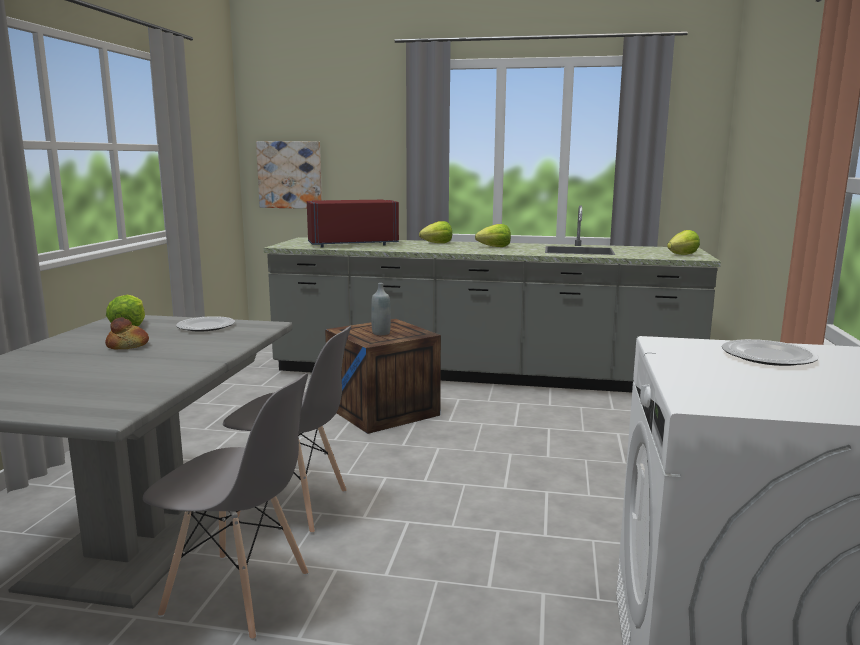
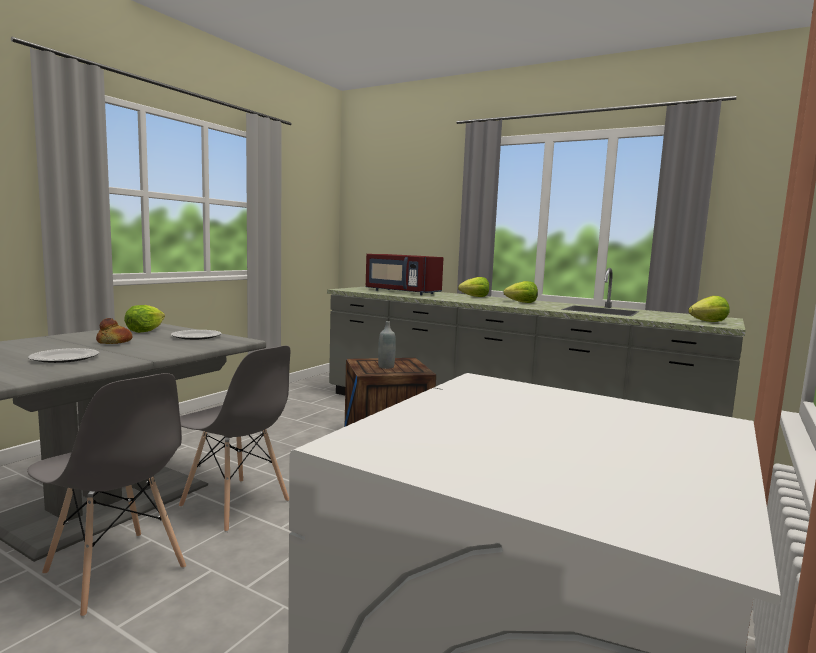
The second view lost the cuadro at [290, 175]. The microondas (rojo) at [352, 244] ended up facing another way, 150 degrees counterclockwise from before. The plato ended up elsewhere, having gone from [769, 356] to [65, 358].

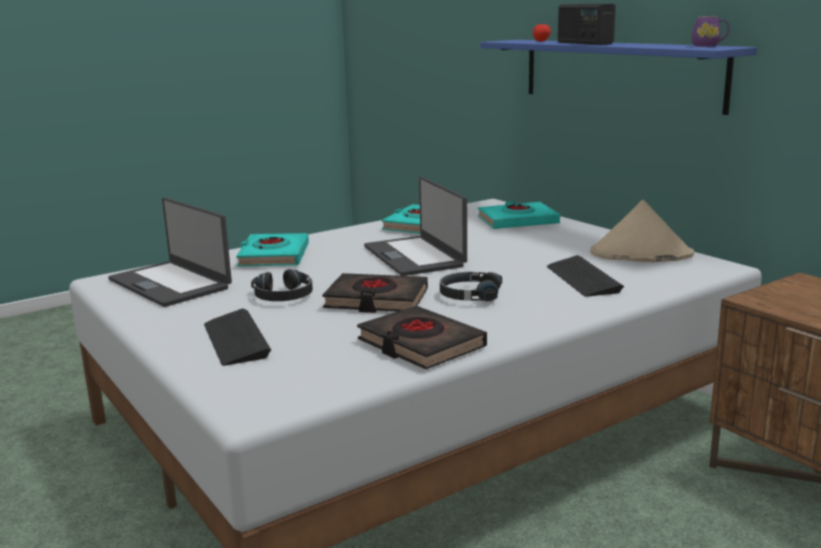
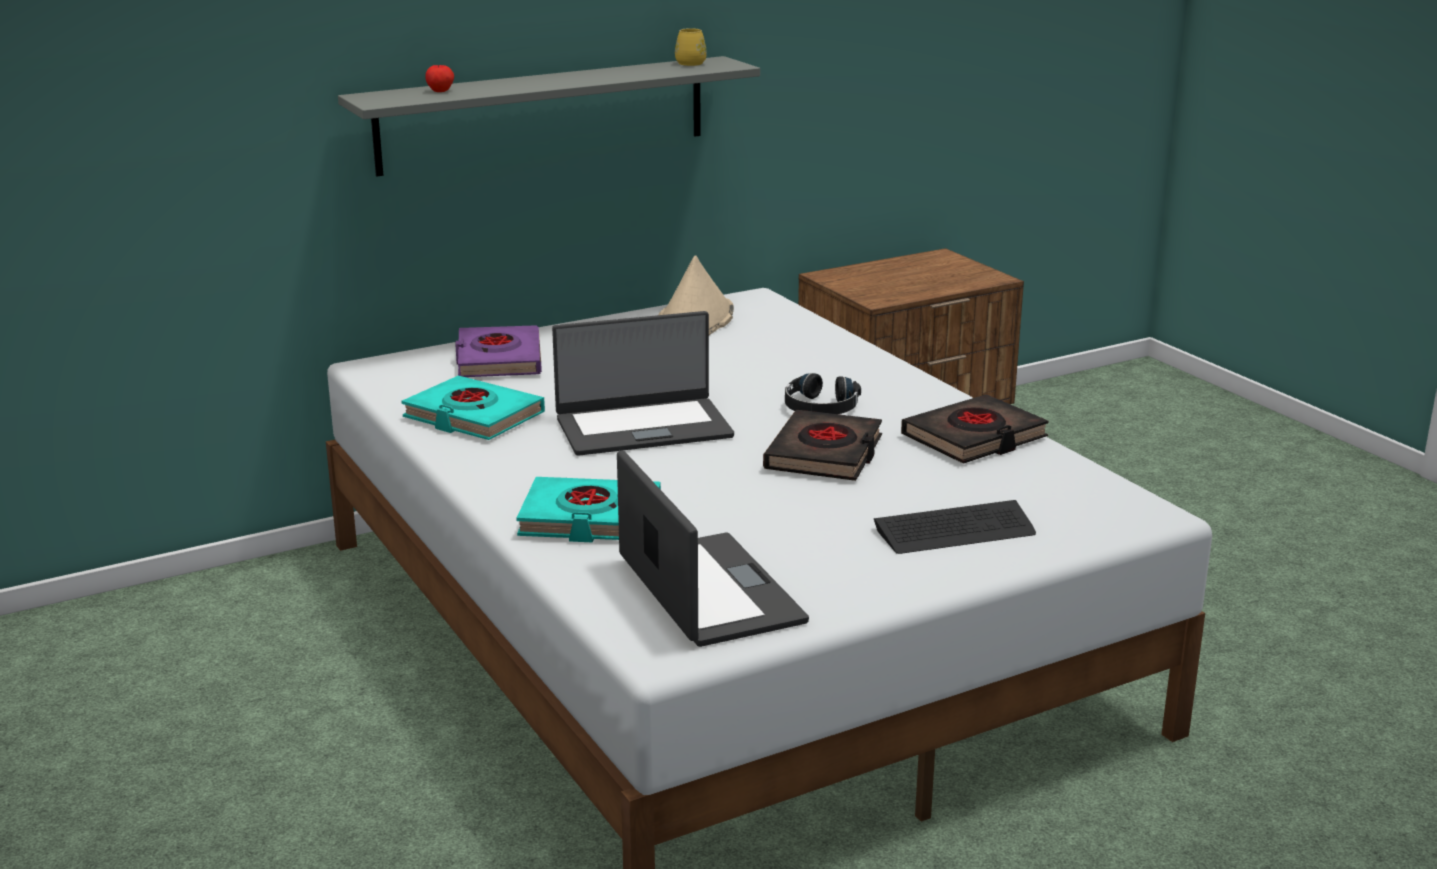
The second view lost the radio at [584, 43]. What was the taza grande (morado) at [709, 46] turned into the taza grande (amarillo) at [692, 62]. What was the estante (azul) at [618, 73] turned into the estante (gris) at [543, 114]. The portátil at [171, 283] ended up facing another way, 75 degrees counterclockwise from before. What was the libro (turquesa) at [517, 221] turned into the libro (morado) at [498, 360]. The second view lost the teclado at [583, 278]. The second view lost the auriculares (negro) at [284, 296].

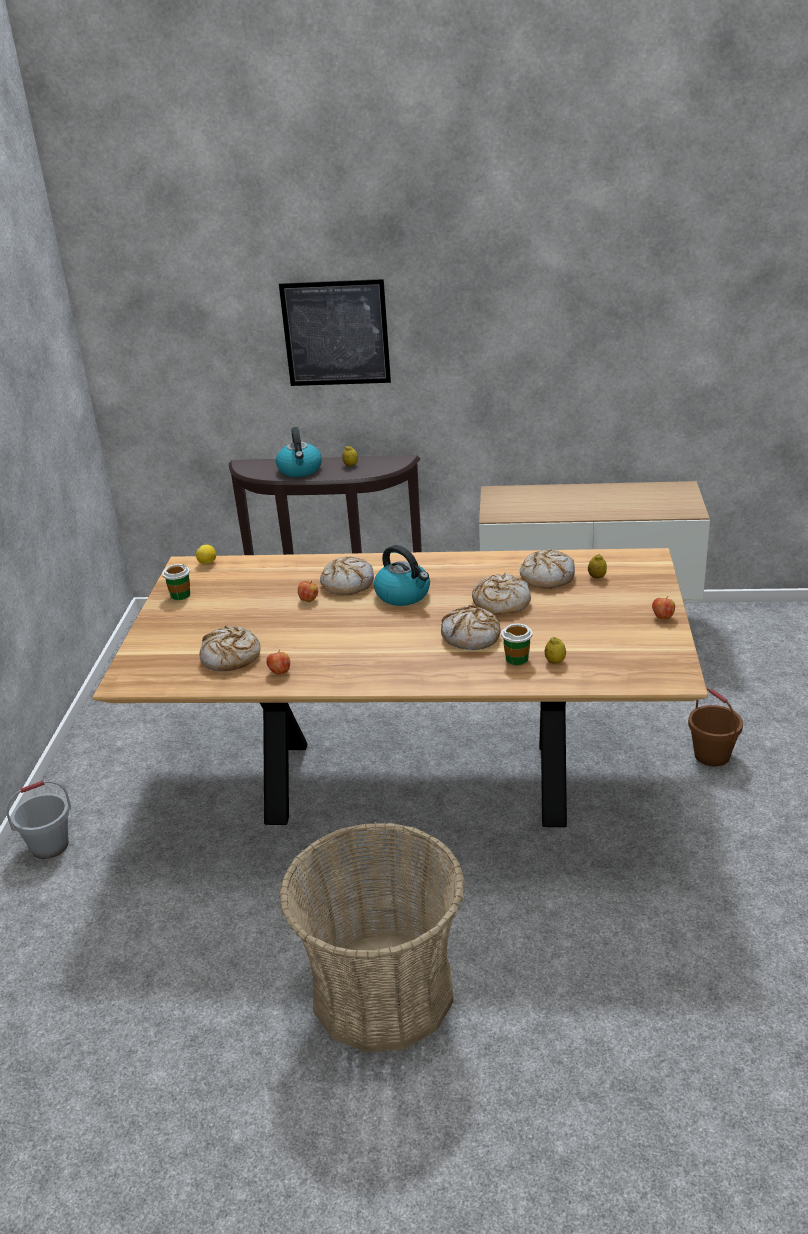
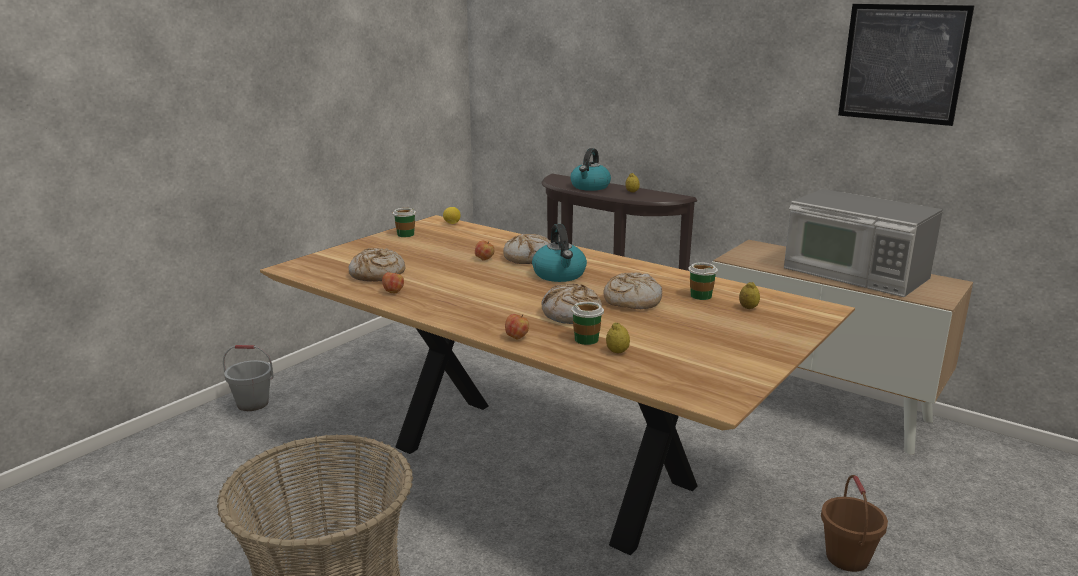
The cuadro ended up elsewhere, having gone from [336, 333] to [902, 63]. Where the pan stood at [547, 577], the taza came to stand at [701, 296]. The manzana ended up elsewhere, having gone from [662, 617] to [517, 337]. The second view gained the microondas at [855, 274].

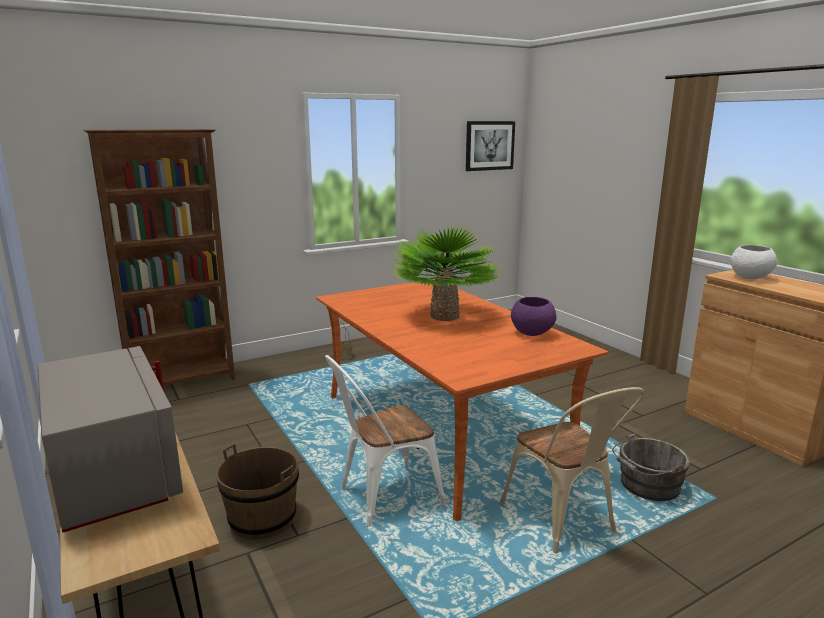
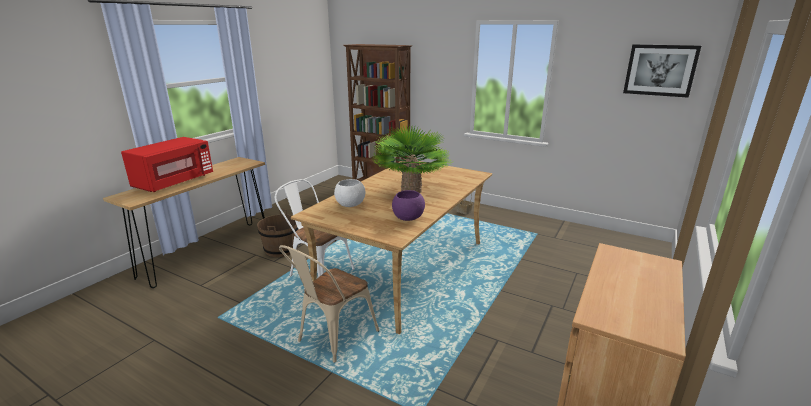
The cuenco (blanco) ended up elsewhere, having gone from [750, 278] to [350, 205]. What was the mesa de comedor (naranja) at [439, 431] turned into the mesa de comedor (beis) at [404, 268]. What was the microondas (gris) at [113, 474] turned into the microondas (rojo) at [174, 182]. The second view lost the cubo (gris) at [647, 486].

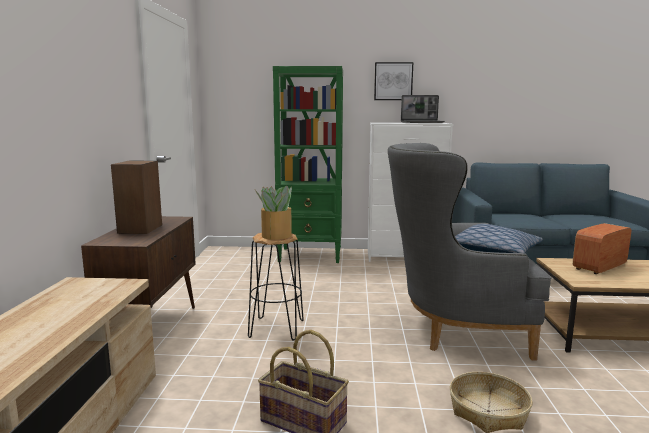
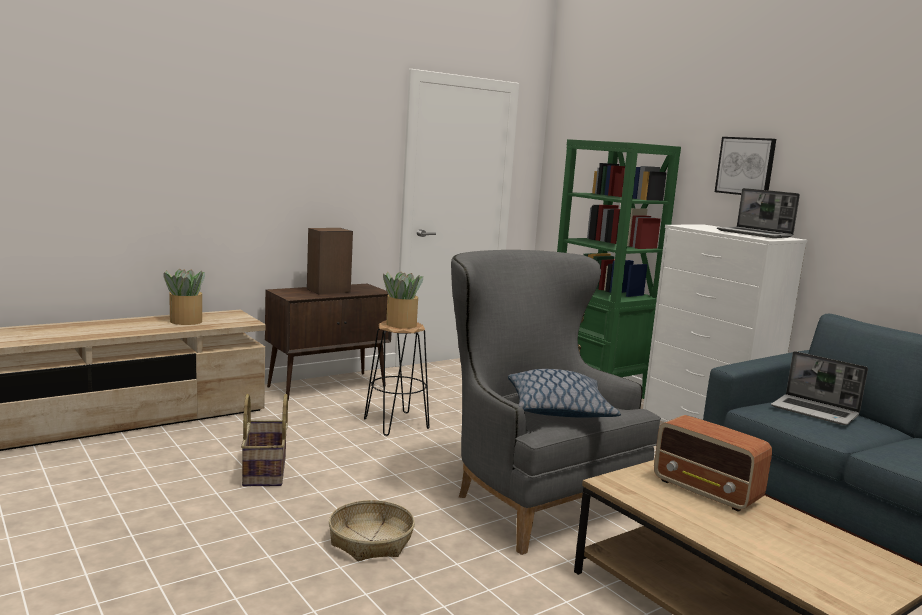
The radio at [599, 267] ended up facing another way, 150 degrees counterclockwise from before. The second view gained the planta en maceta at [185, 321]. The second view gained the portátil at [815, 412].

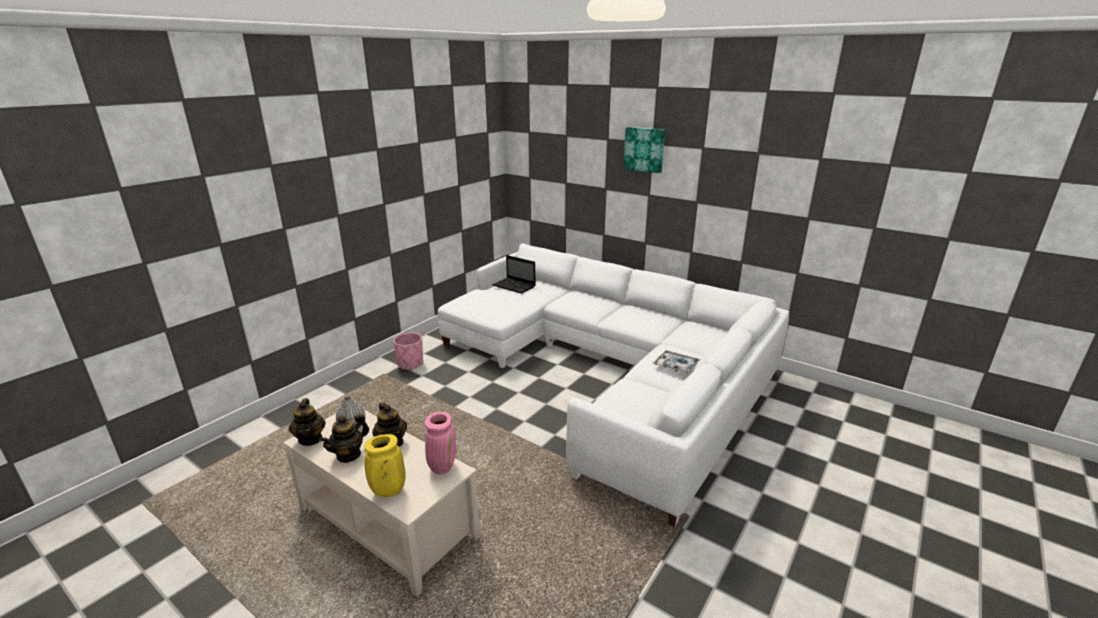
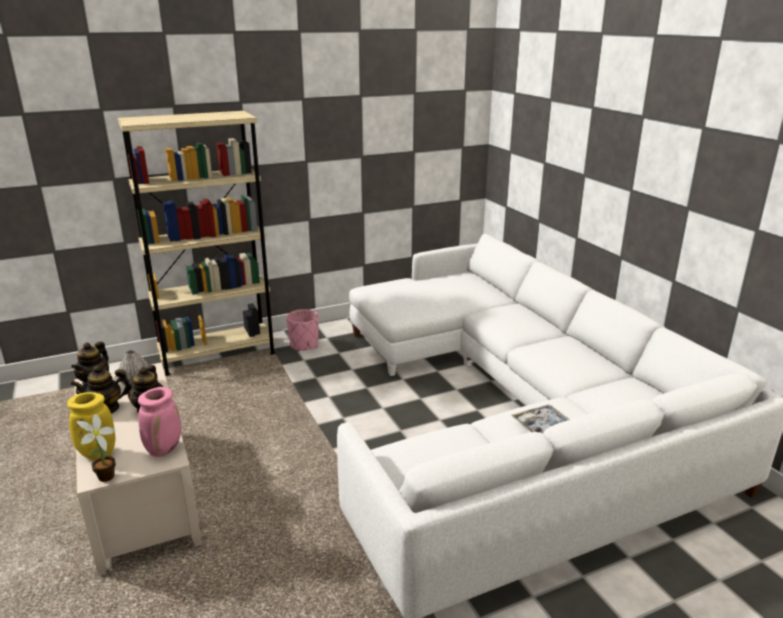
The second view lost the cuadro at [644, 149]. The second view lost the portátil at [515, 286]. The second view gained the estantería (beis) at [217, 355]. The second view gained the planta en maceta at [104, 478].

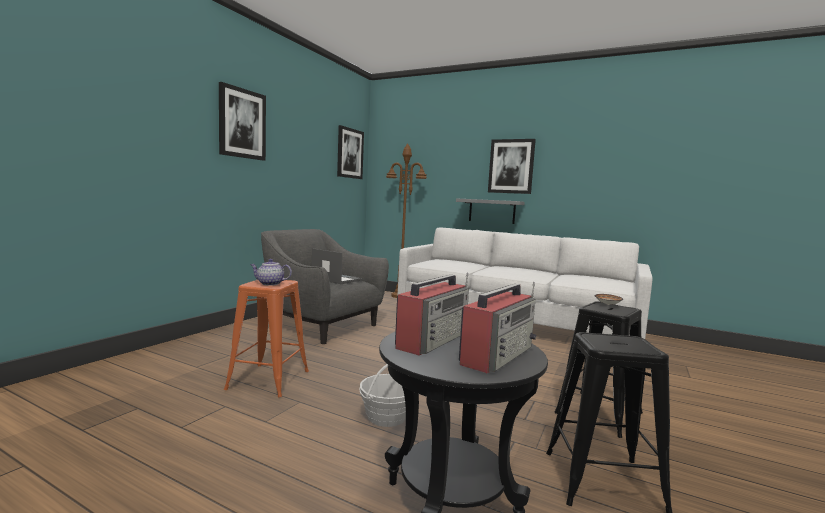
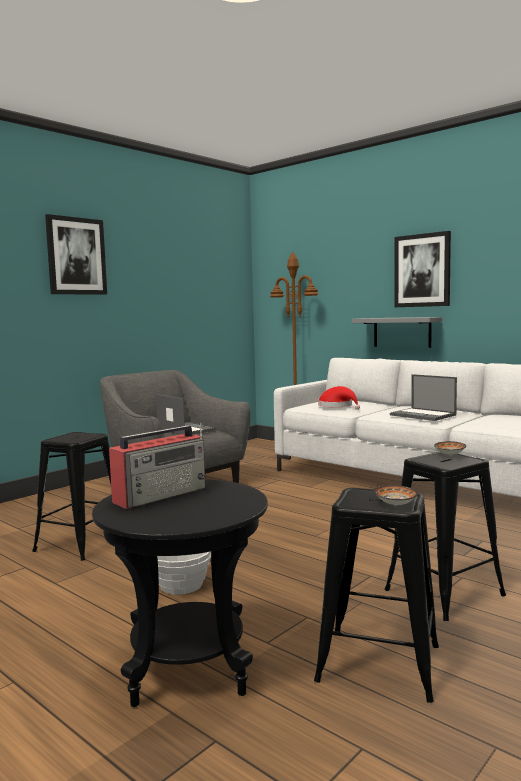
The second view lost the cuadro at [349, 153]. The second view lost the tetera at [269, 284]. What was the taburete (naranja) at [268, 380] turned into the taburete (negro) at [81, 543]. The second view lost the radio at [497, 355]. The second view gained the portátil at [423, 415]. The second view gained the sombrero (rojo) at [337, 406]. The second view gained the cuenco at [395, 505].

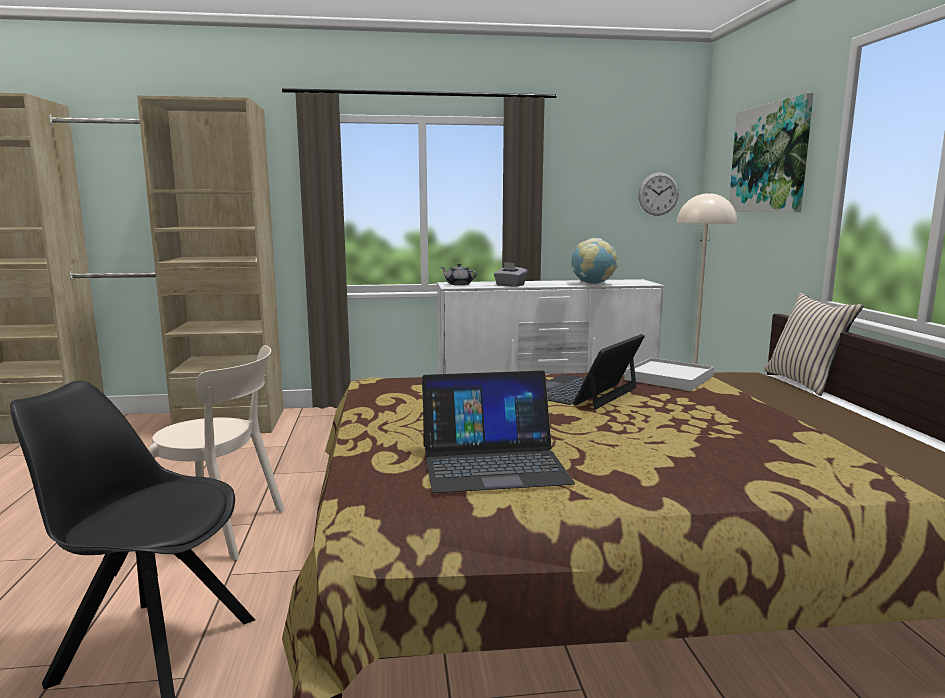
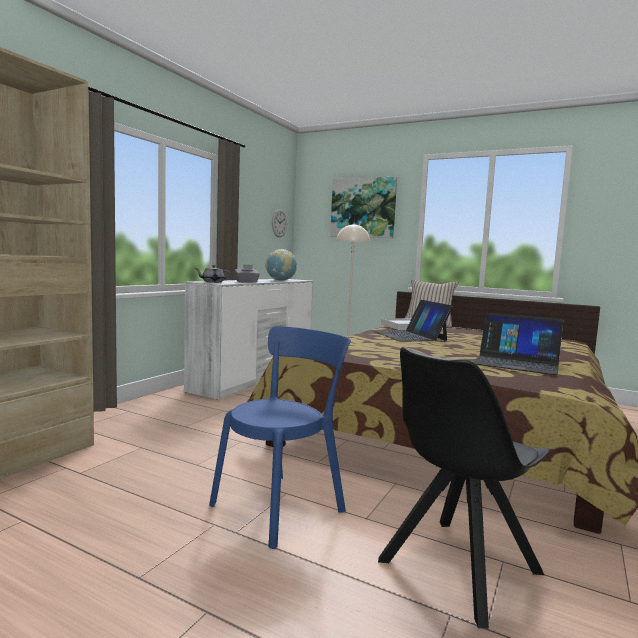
What was the silla (beis) at [223, 530] turned into the silla (azul) at [282, 505]. The portátil at [493, 463] ended up facing another way, 90 degrees clockwise from before.

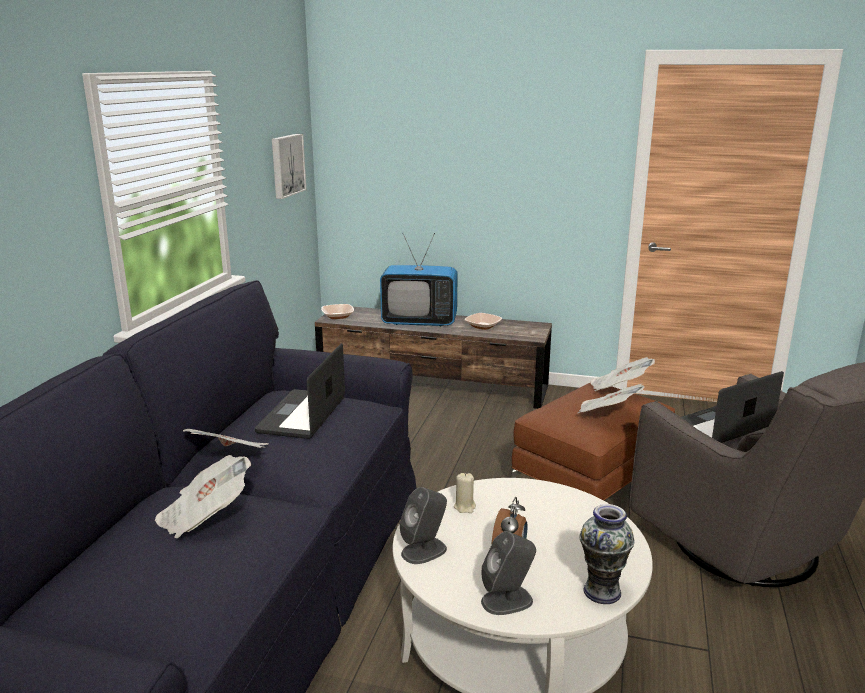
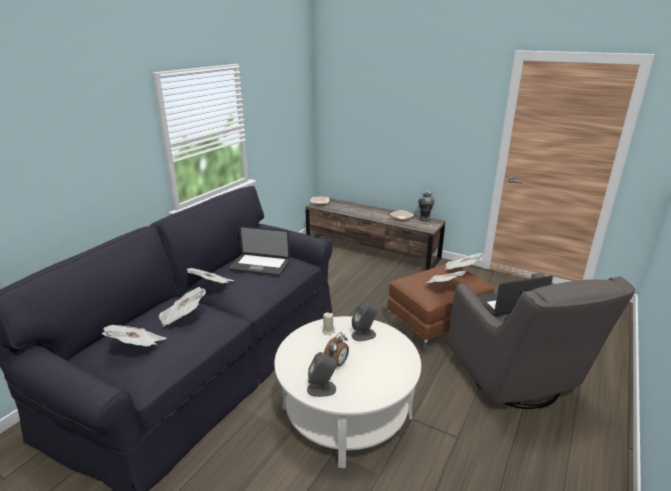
The second view lost the cuadro at [286, 165]. The second view lost the televisor at [419, 322]. The portátil at [302, 415] ended up facing another way, 105 degrees counterclockwise from before. The altavoz (gris) ended up elsewhere, having gone from [424, 551] to [364, 335]. The florero ended up elsewhere, having gone from [602, 591] to [424, 219]. The second view gained the periódico at [137, 347].

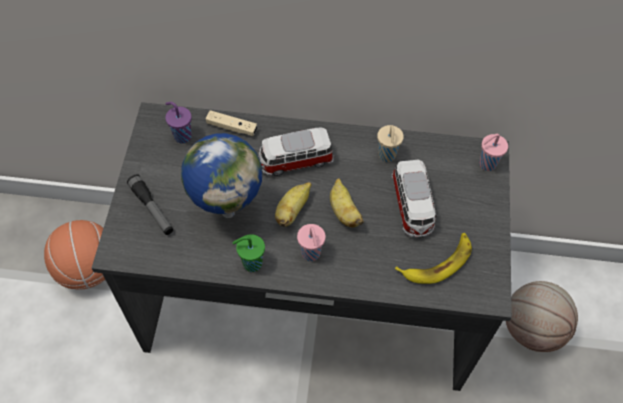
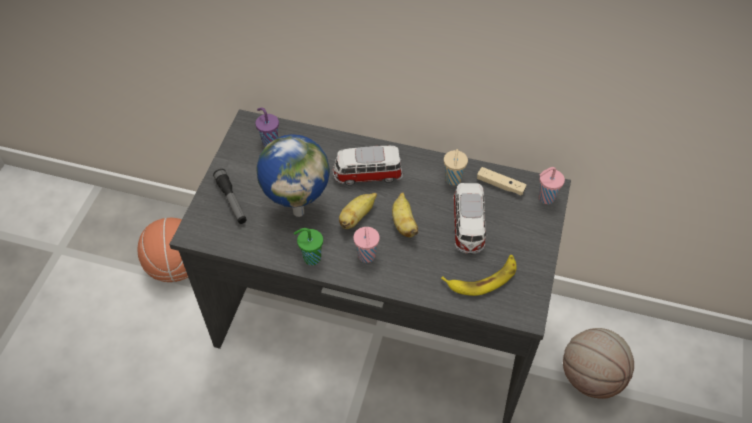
The mando de consola (beis) ended up elsewhere, having gone from [232, 127] to [500, 185].

